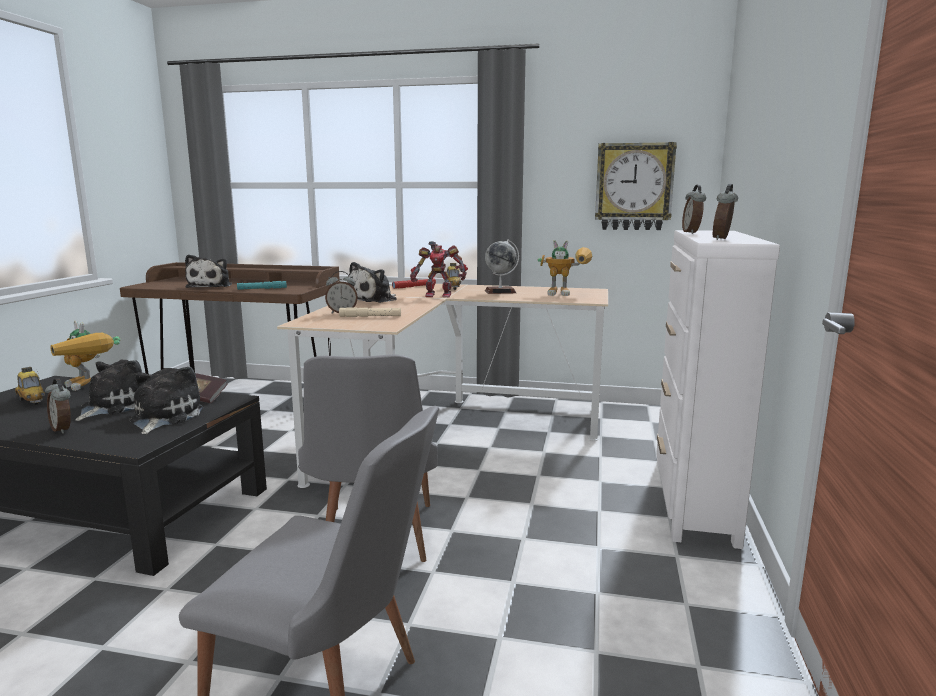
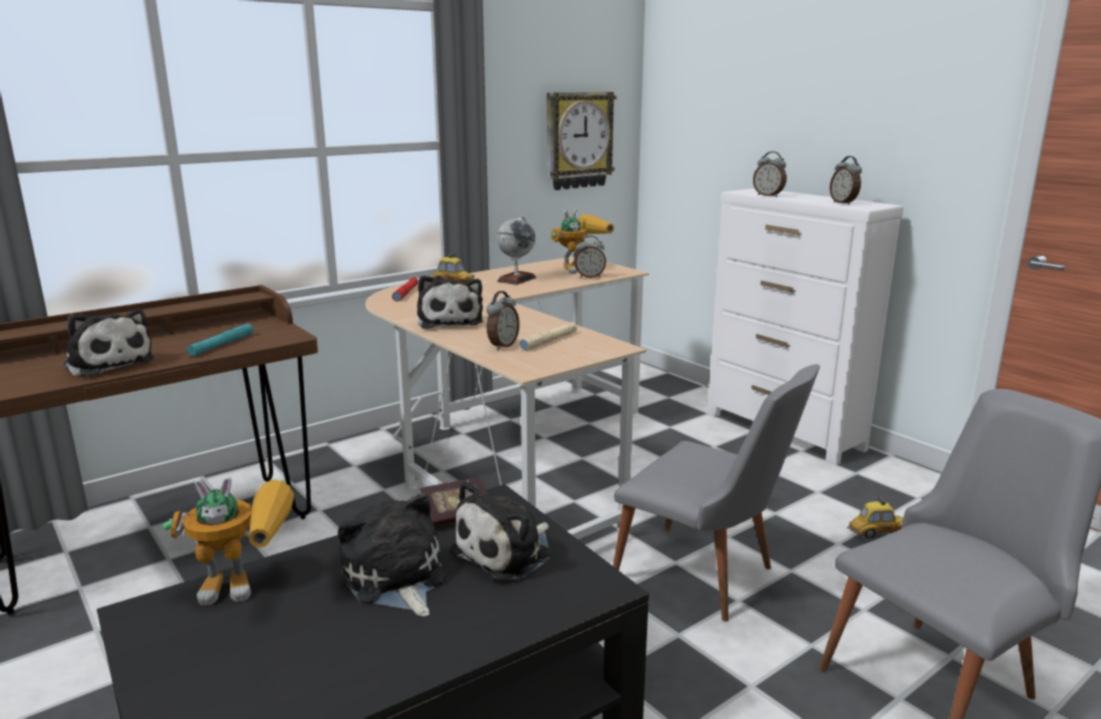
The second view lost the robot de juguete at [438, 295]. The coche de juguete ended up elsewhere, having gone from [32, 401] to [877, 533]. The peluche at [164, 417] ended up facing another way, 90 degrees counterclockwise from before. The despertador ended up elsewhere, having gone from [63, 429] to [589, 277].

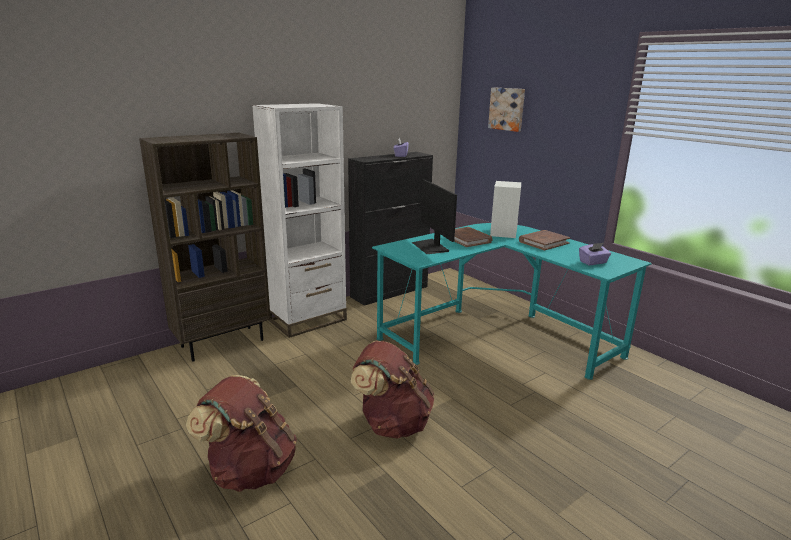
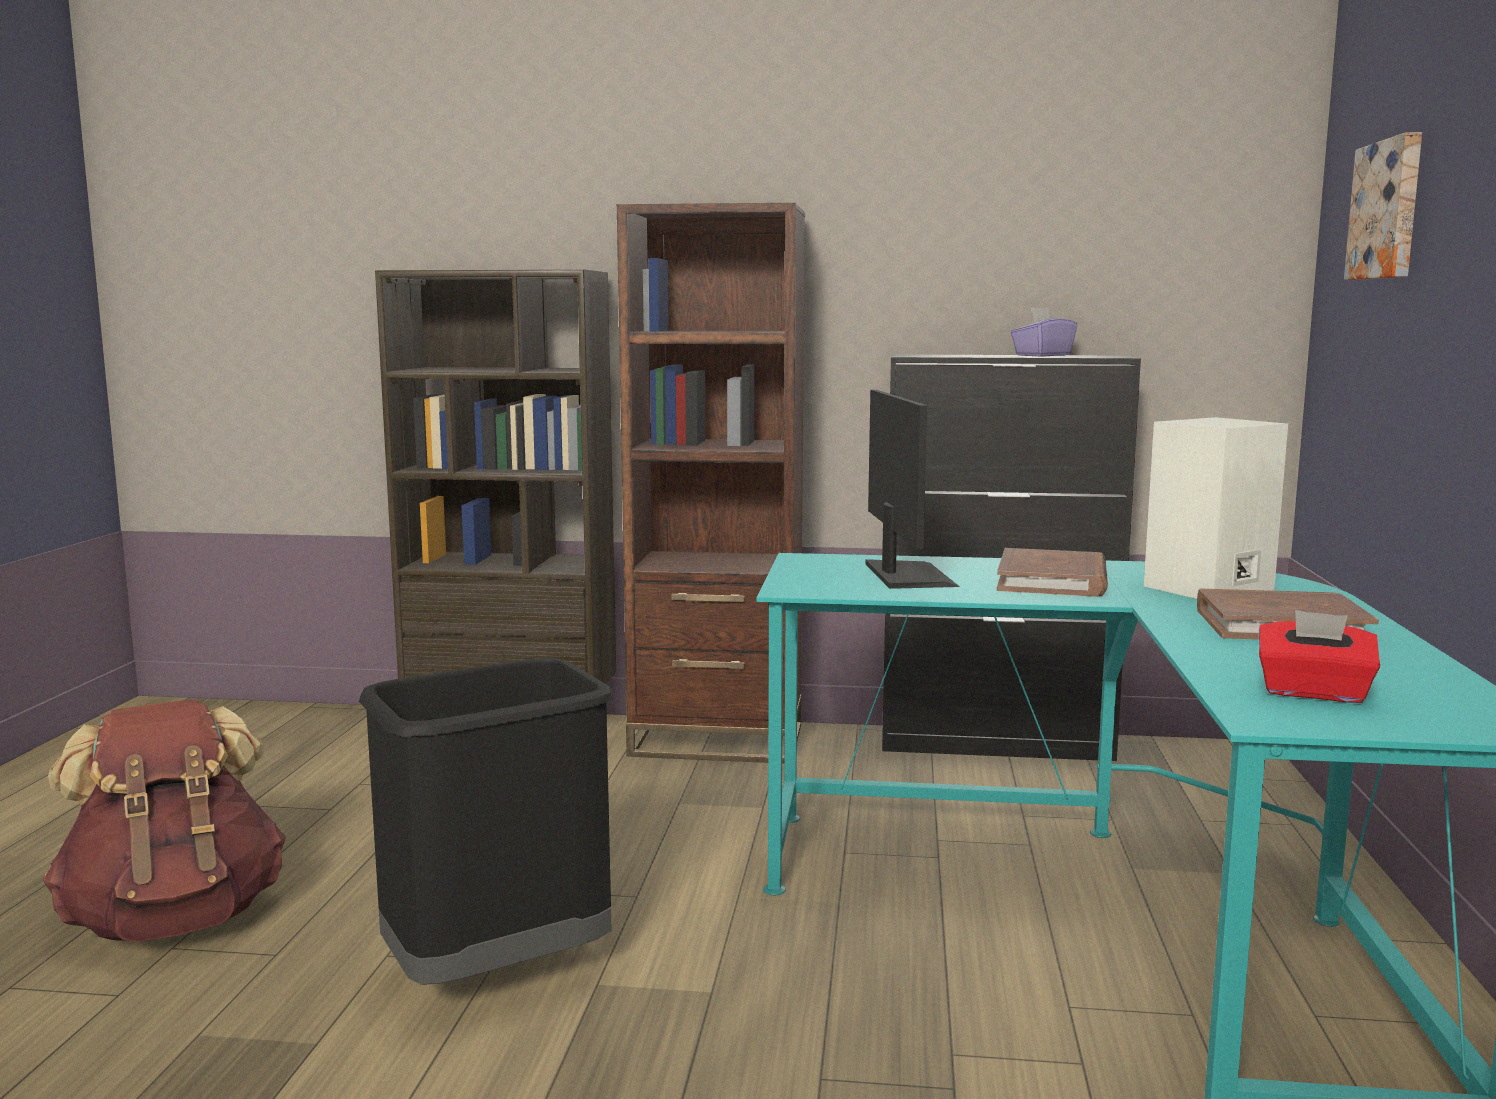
What was the estantería (blanco) at [308, 320] turned into the estantería (marrón) at [717, 740]. The monitor at [431, 247] ended up facing another way, 150 degrees clockwise from before. What was the caja de pañuelos (morado) at [593, 262] turned into the caja de pañuelos (rojo) at [1313, 692]. Where the mochila (marrón) stood at [392, 423], the papelera (negro) came to stand at [498, 971].

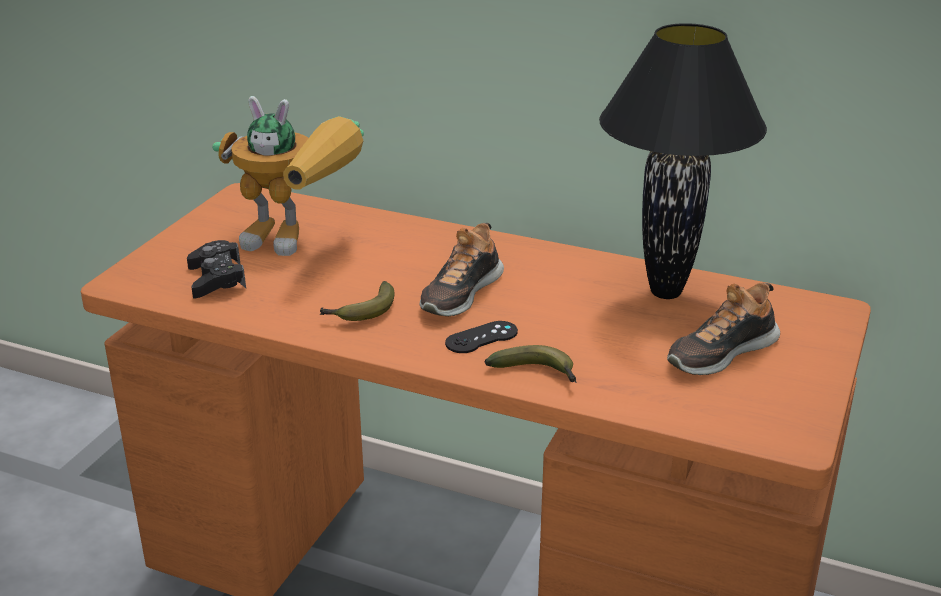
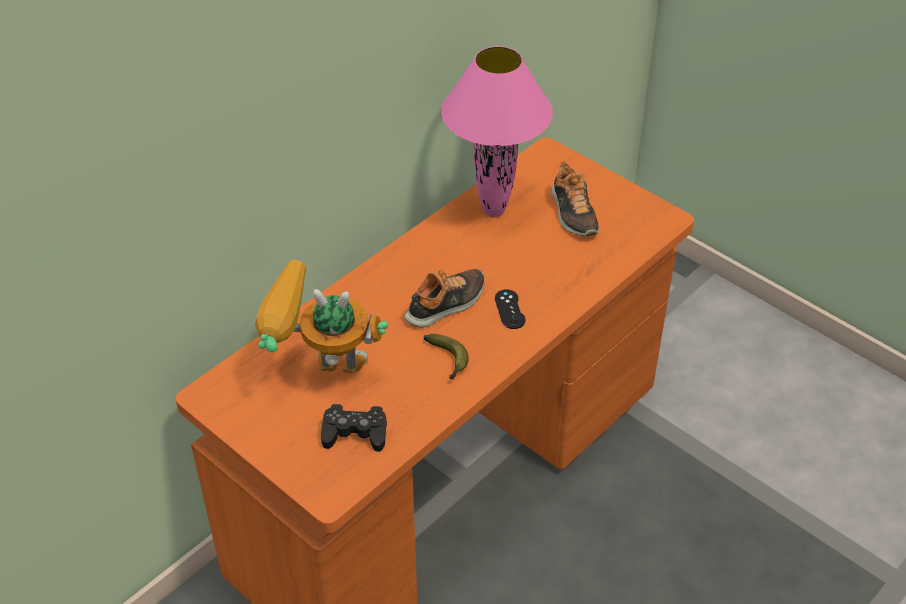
What was the lámpara de mesa (negro) at [664, 293] turned into the lámpara de mesa (rosa) at [494, 211]. The robot de juguete at [301, 242] ended up facing another way, 120 degrees counterclockwise from before. The zapato at [460, 293] ended up facing another way, 90 degrees counterclockwise from before. The second view lost the plátano at [537, 374].

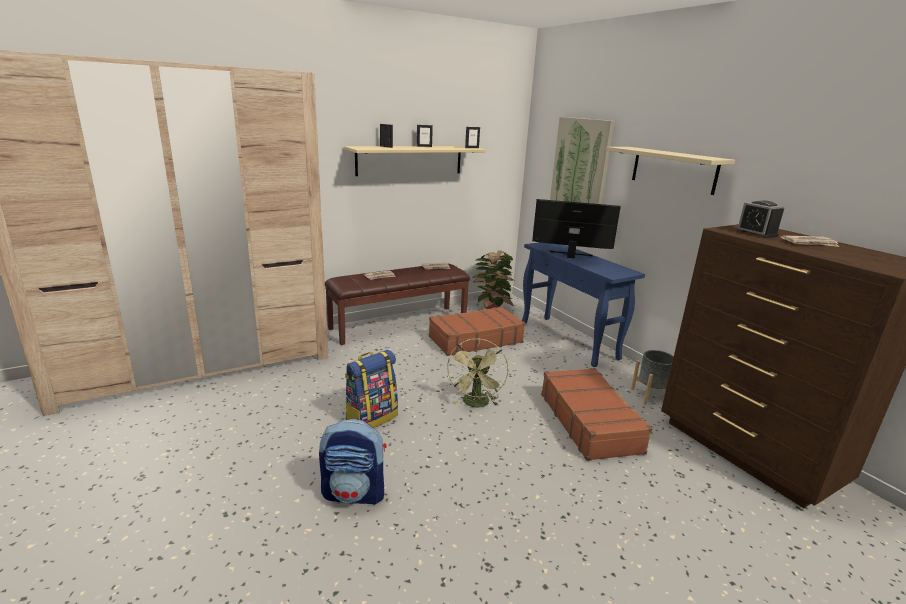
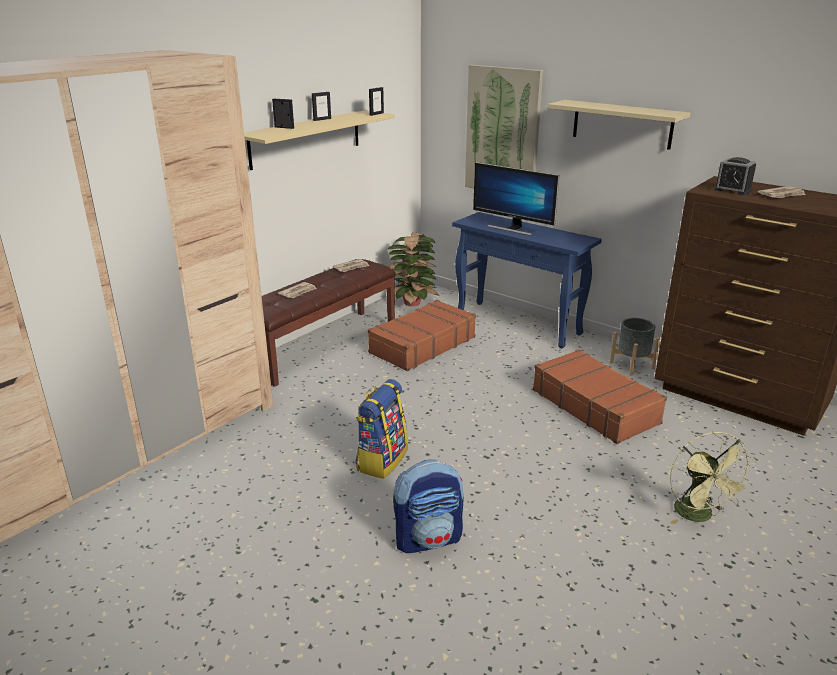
The monitor at [570, 255] ended up facing another way, 135 degrees counterclockwise from before. The ventilador (verde) ended up elsewhere, having gone from [476, 404] to [699, 516].

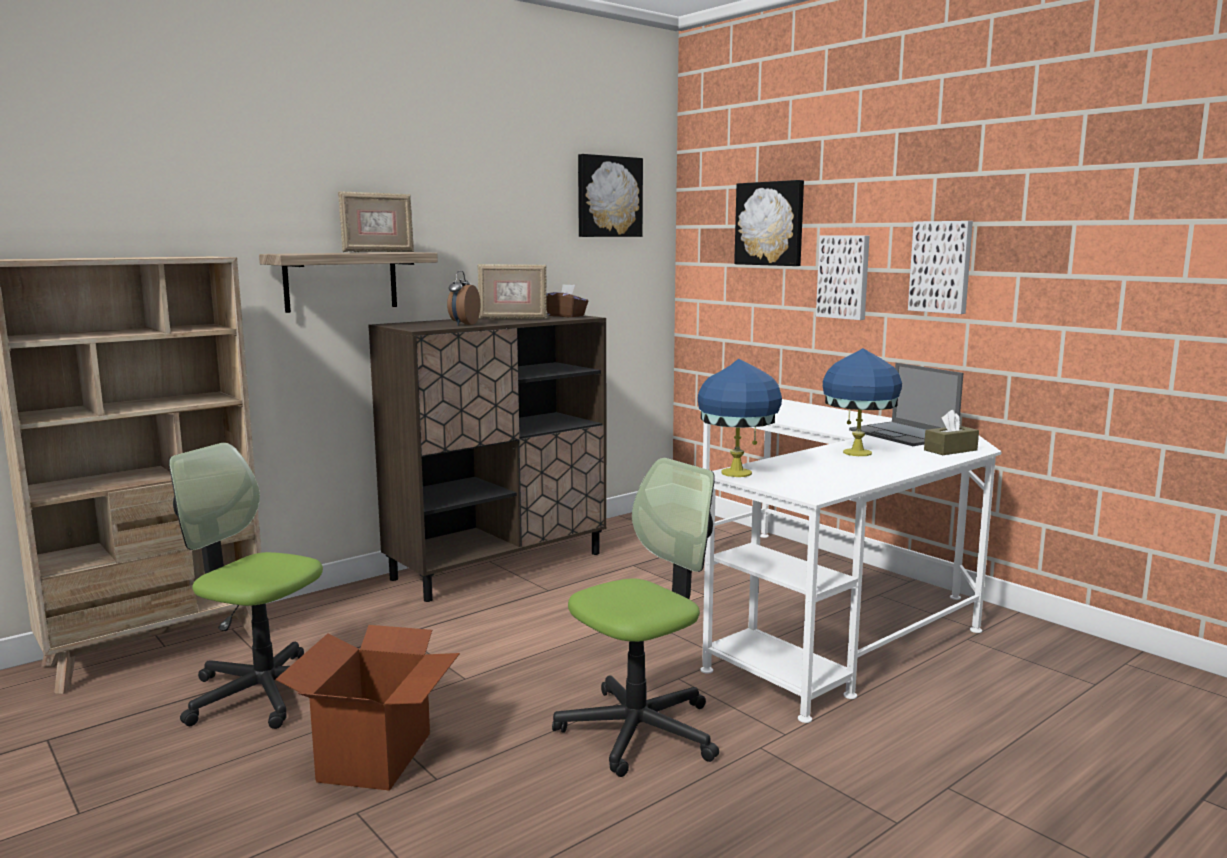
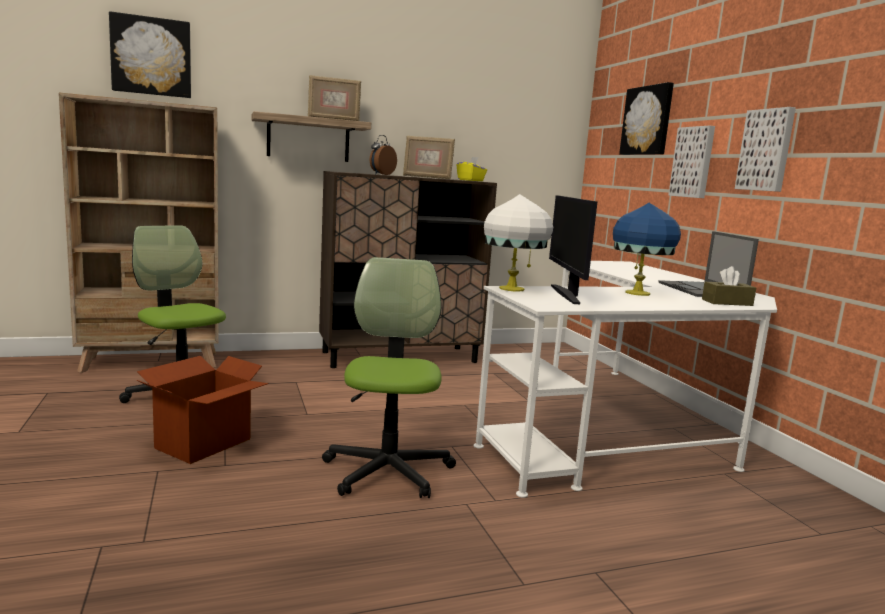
The cuadro ended up elsewhere, having gone from [608, 197] to [151, 56]. What was the caja de pañuelos (marrón) at [566, 316] turned into the caja de pañuelos (amarillo) at [470, 180]. What was the lámpara de mesa (azul) at [738, 473] turned into the lámpara de mesa (blanco) at [512, 289]. The silla de oficina at [639, 730] ended up facing another way, 75 degrees counterclockwise from before. The second view gained the monitor at [567, 294].

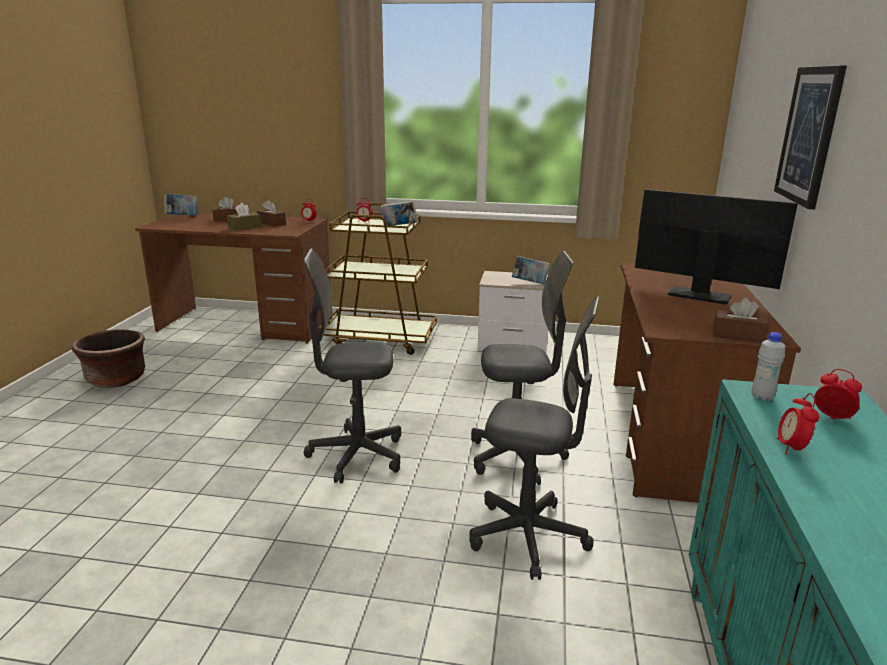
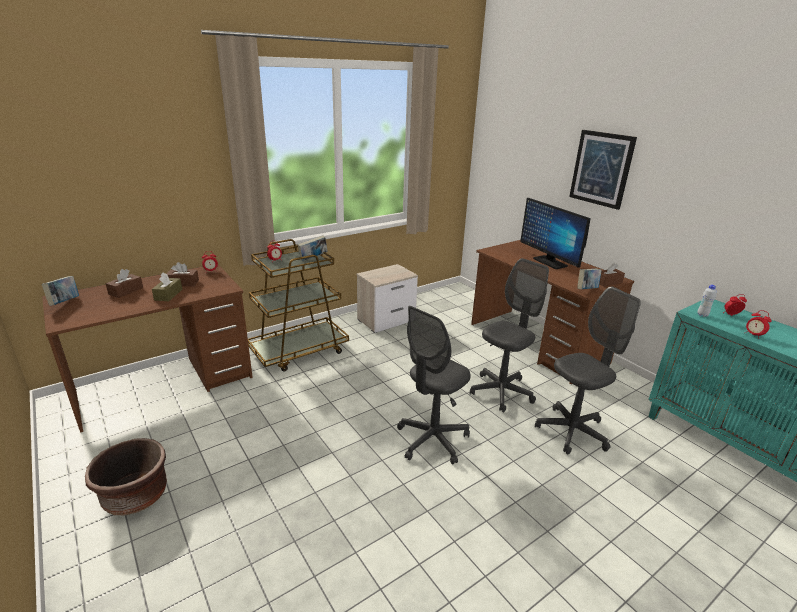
The monitor at [699, 295] ended up facing another way, 105 degrees counterclockwise from before. The libro ended up elsewhere, having gone from [529, 283] to [586, 290].

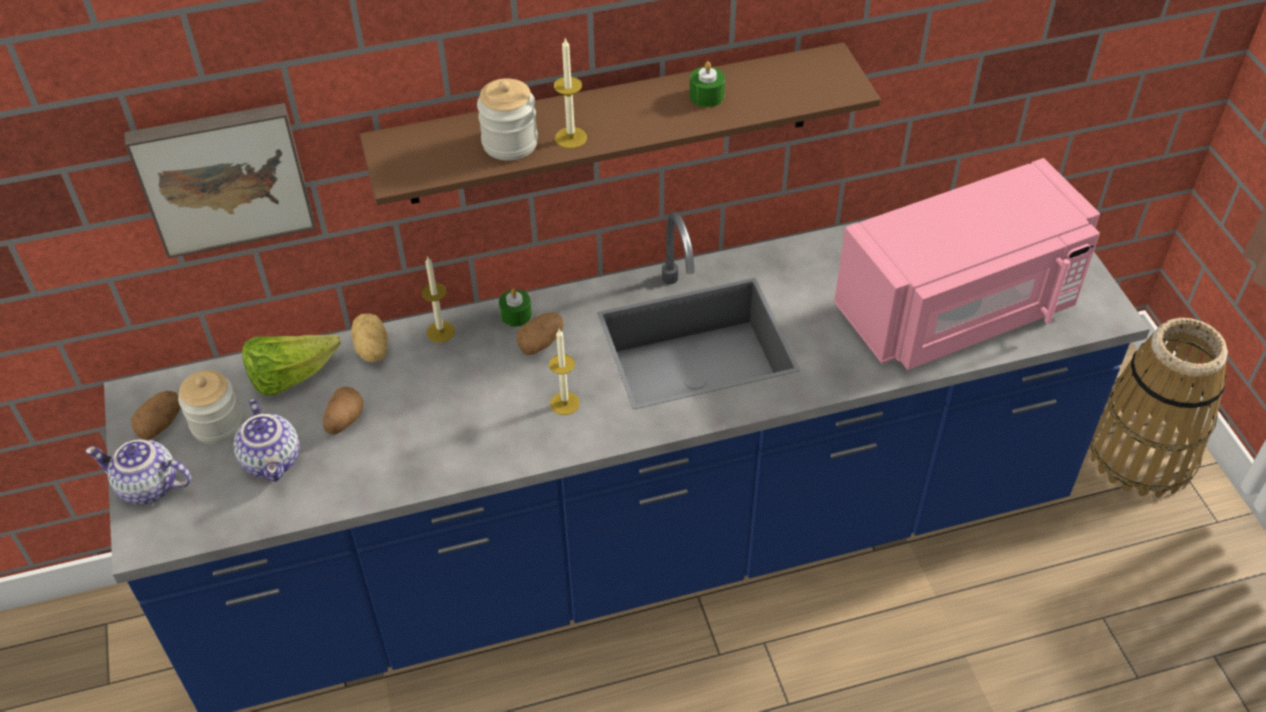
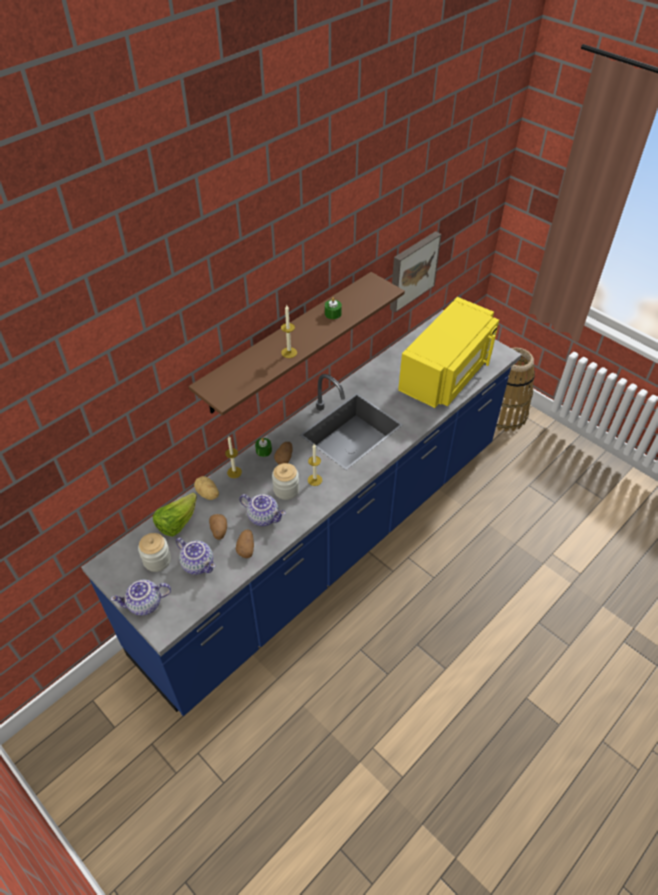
The tarro ended up elsewhere, having gone from [510, 143] to [286, 490]. The cuadro ended up elsewhere, having gone from [223, 176] to [412, 270]. What was the microondas (rosa) at [959, 309] turned into the microondas (amarillo) at [447, 374]. The patata ended up elsewhere, having gone from [161, 424] to [246, 548]. The second view gained the tetera at [264, 516].

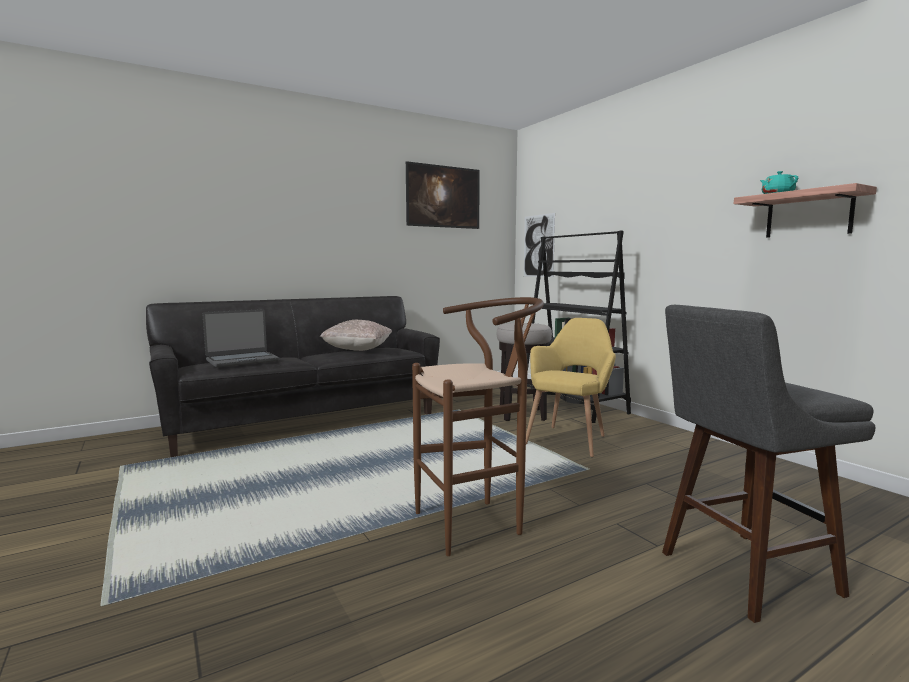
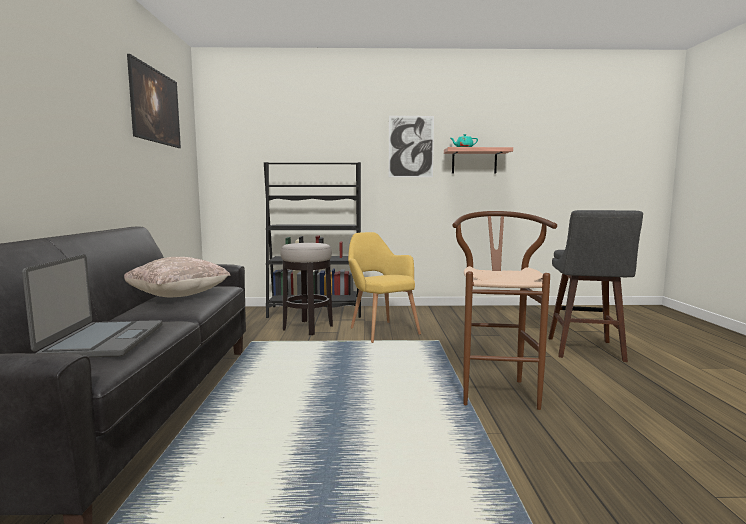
The cuadro ended up elsewhere, having gone from [538, 246] to [411, 146].

